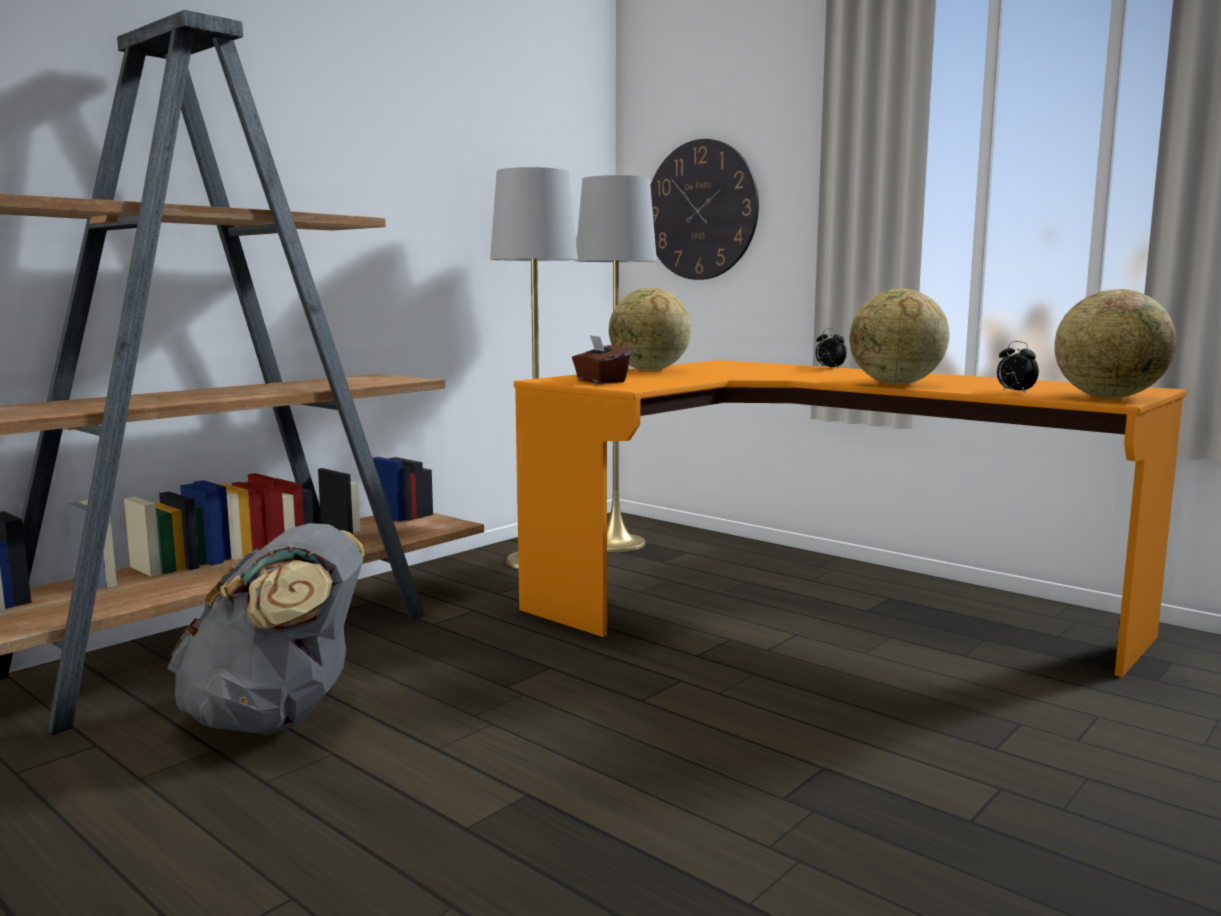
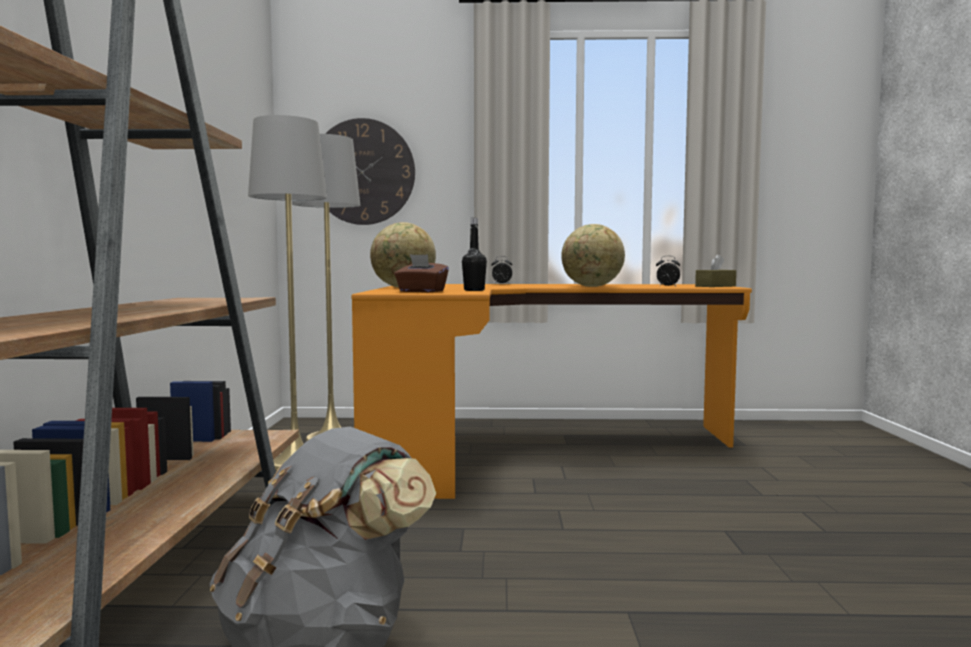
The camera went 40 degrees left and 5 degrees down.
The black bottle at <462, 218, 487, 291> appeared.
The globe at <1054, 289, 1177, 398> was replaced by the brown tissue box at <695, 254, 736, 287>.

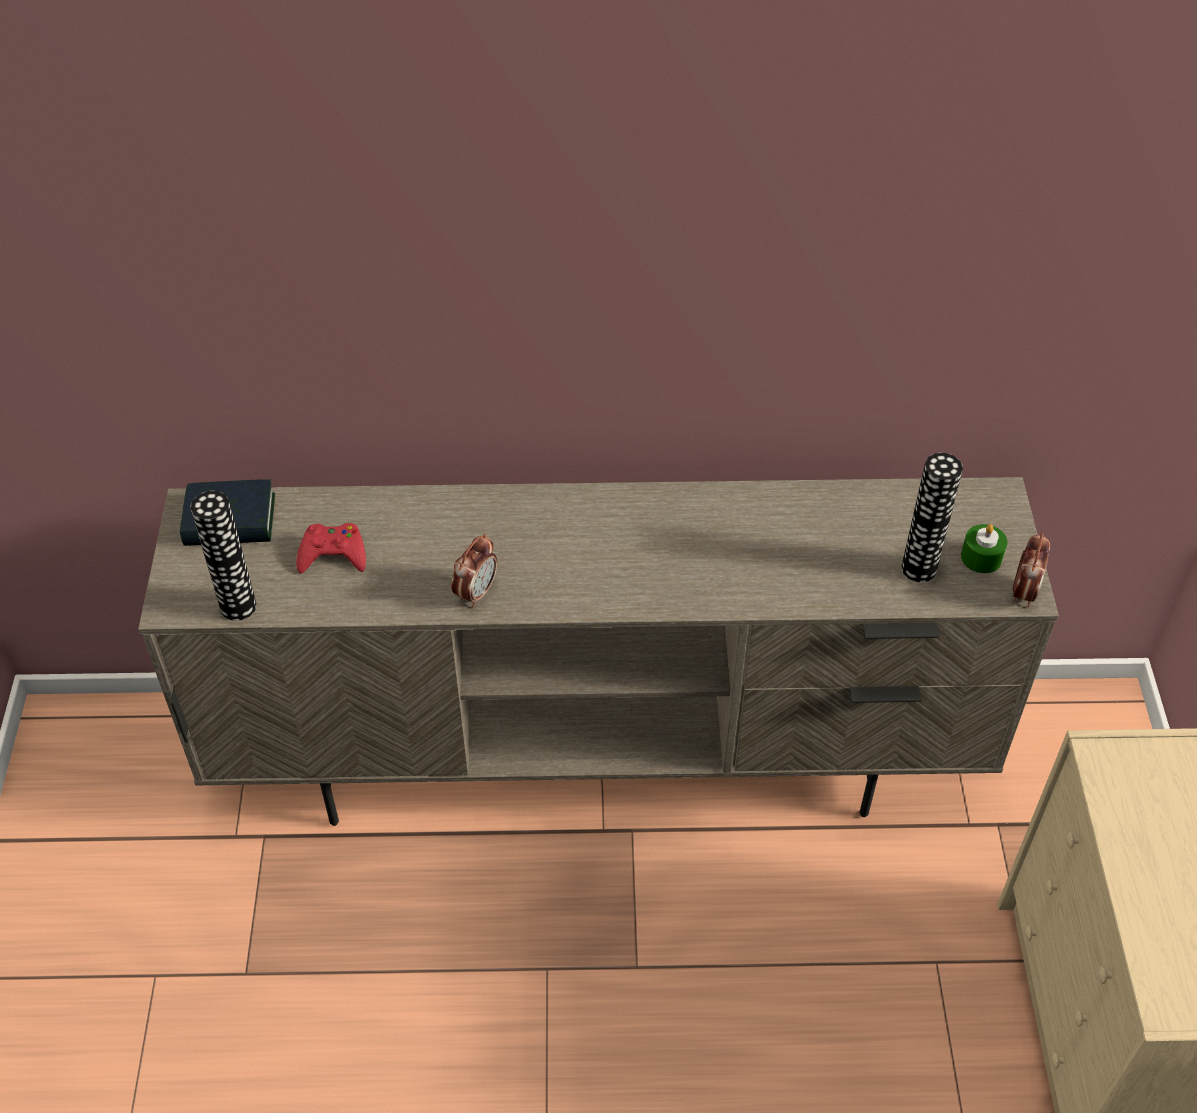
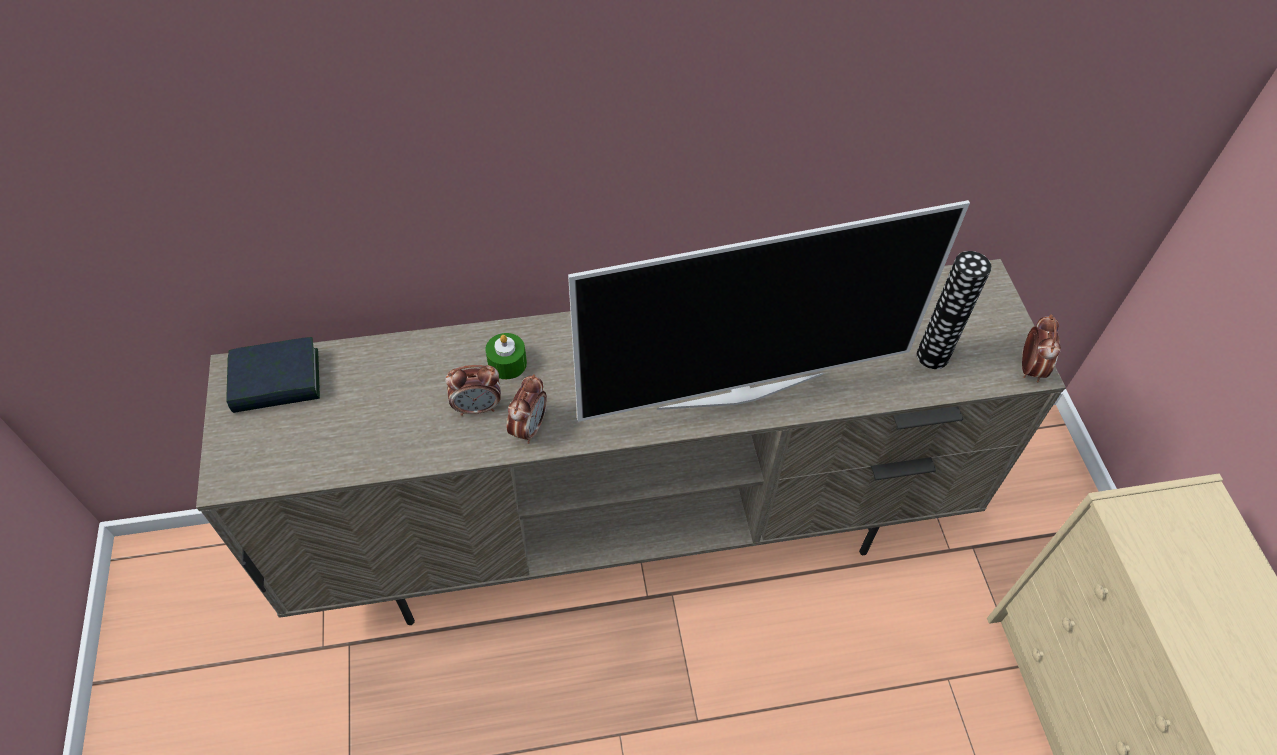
The camera went 10 degrees left and 5 degrees up.
The alarm clock at <446, 365, 501, 416> appeared.
The green candle moved from <961, 524, 1008, 573> to <485, 333, 527, 379>.
The television at <568, 200, 970, 422> appeared.
The vase at <191, 491, 256, 621> disappeared.
The red game controller at <296, 523, 366, 574> disappeared.

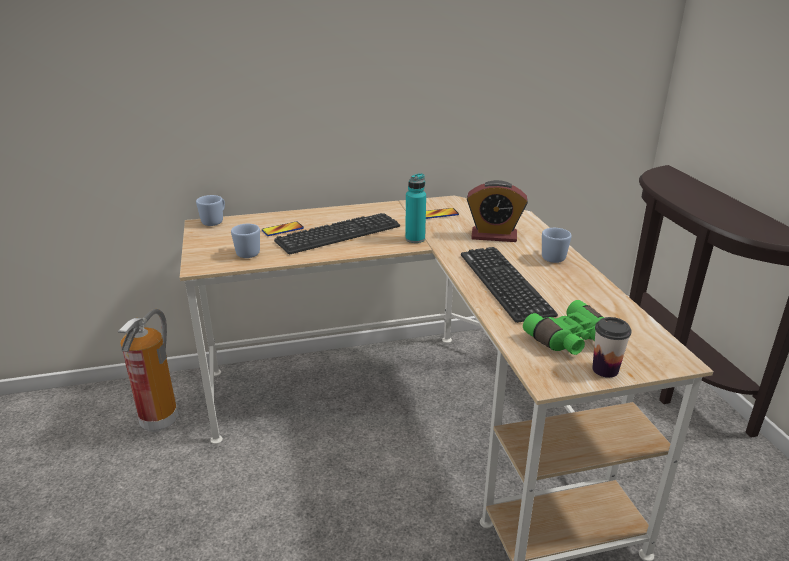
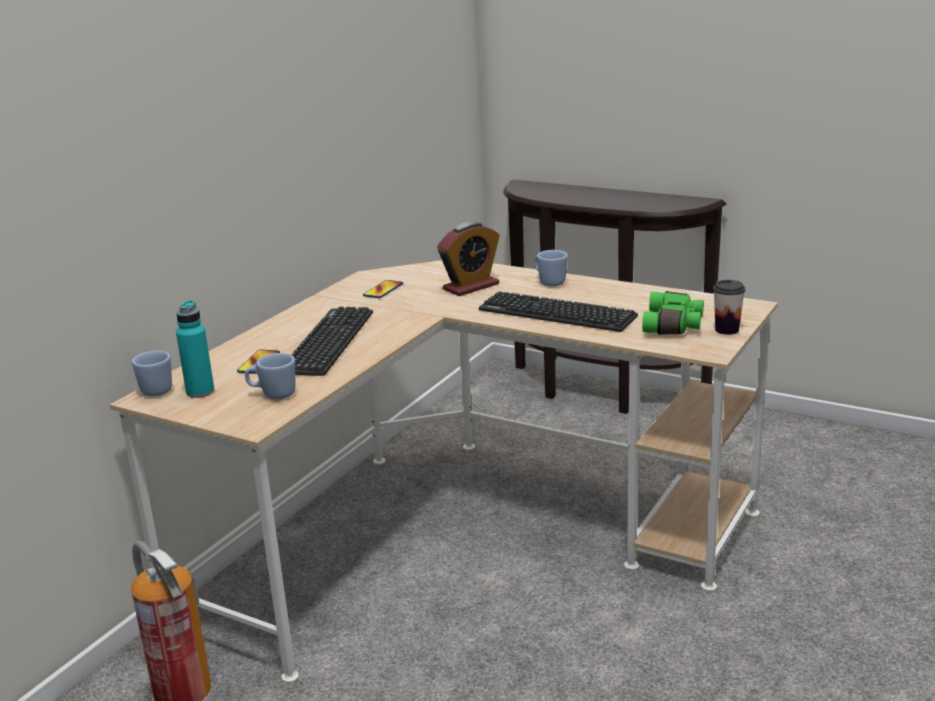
The camera went 45 degrees left and 5 degrees down.
The turquoise bottle moved from <405, 173, 426, 243> to <176, 300, 215, 398>.

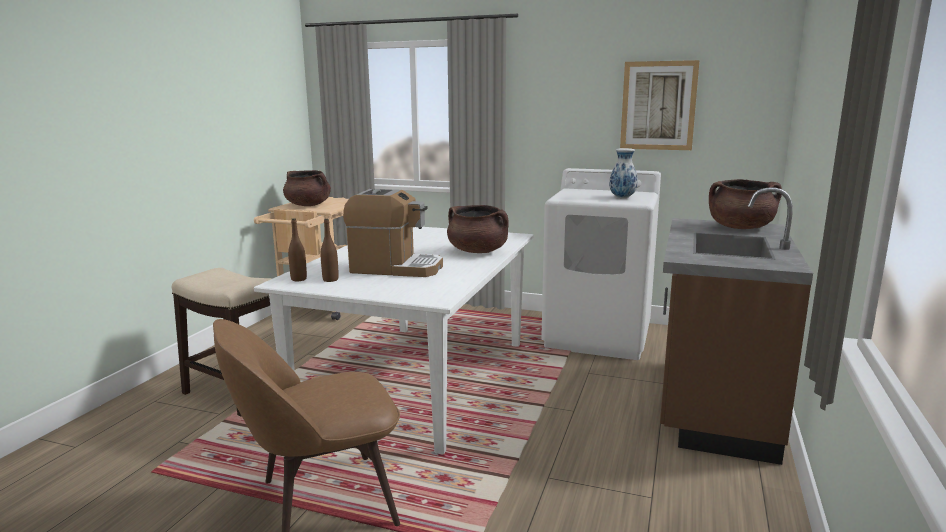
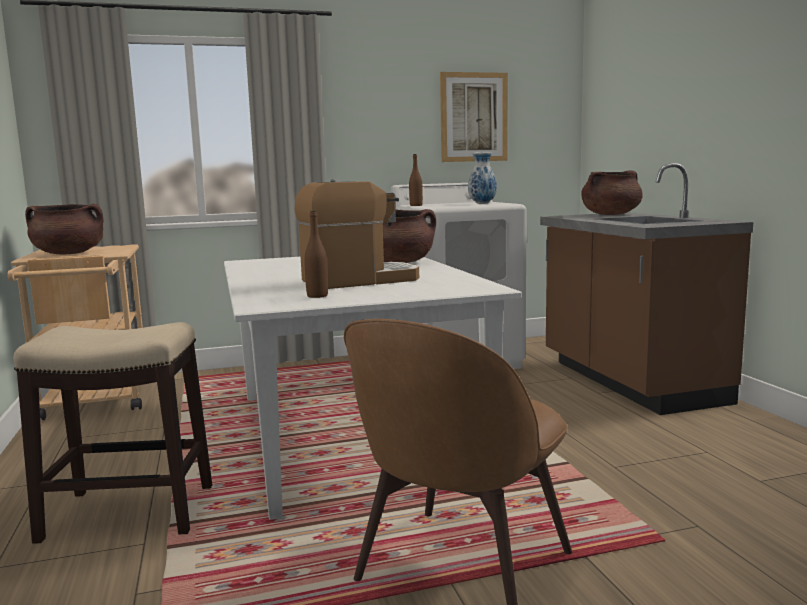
The camera went 35 degrees left and 5 degrees down.
The brown bottle moved from <288, 218, 307, 281> to <409, 154, 423, 206>.

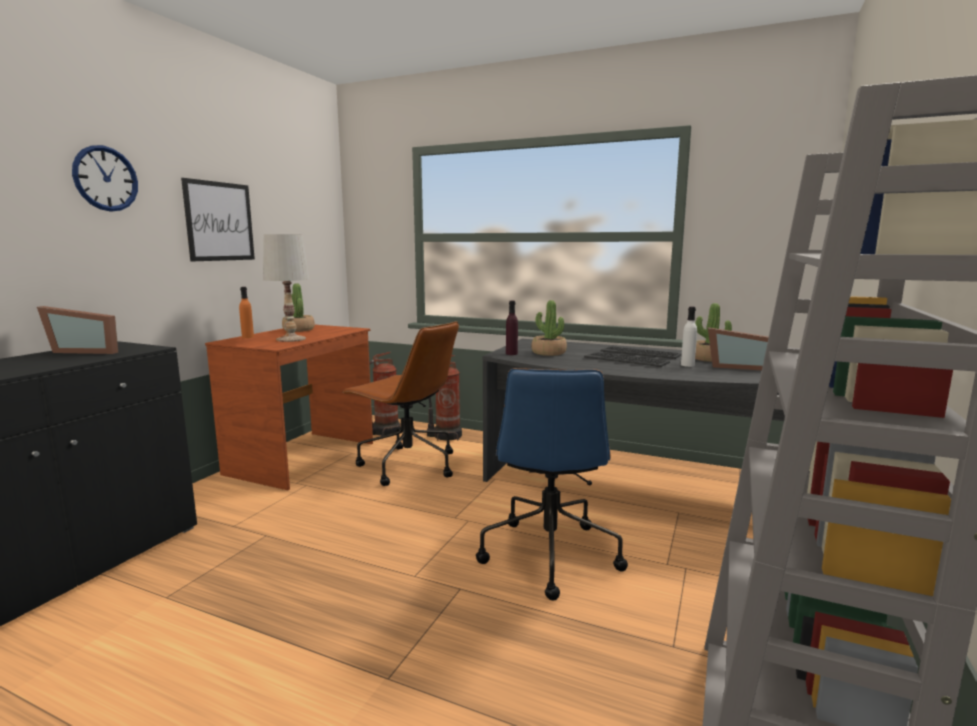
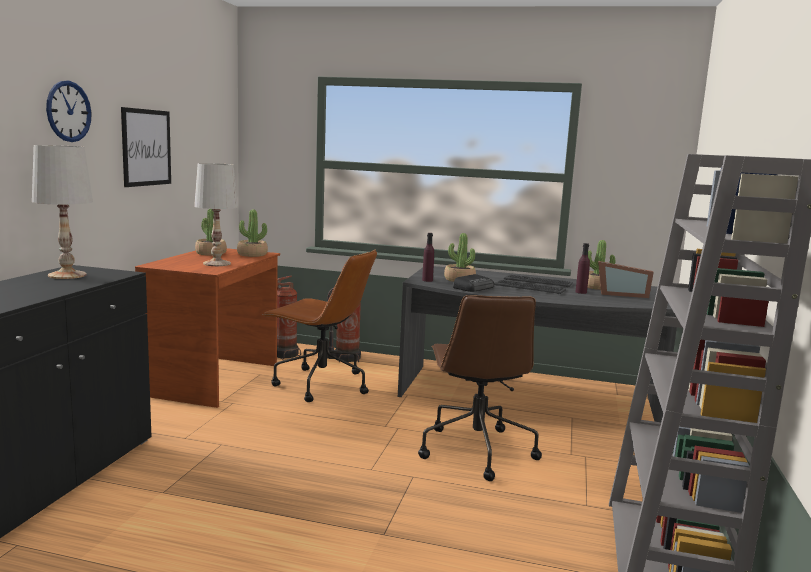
The camera went 10 degrees left and 0 degrees up.
The picture frame at <37, 306, 118, 354> was replaced by the white table lamp at <32, 145, 93, 279>.
The potted plant at <237, 210, 268, 257> appeared.
The blue office chair at <476, 368, 628, 601> became the brown office chair at <418, 295, 542, 481>.
The radio at <453, 274, 494, 292> appeared.
The white bottle at <681, 307, 697, 367> became the purple bottle at <575, 243, 590, 294>.
The orange bottle at <239, 287, 254, 338> disappeared.

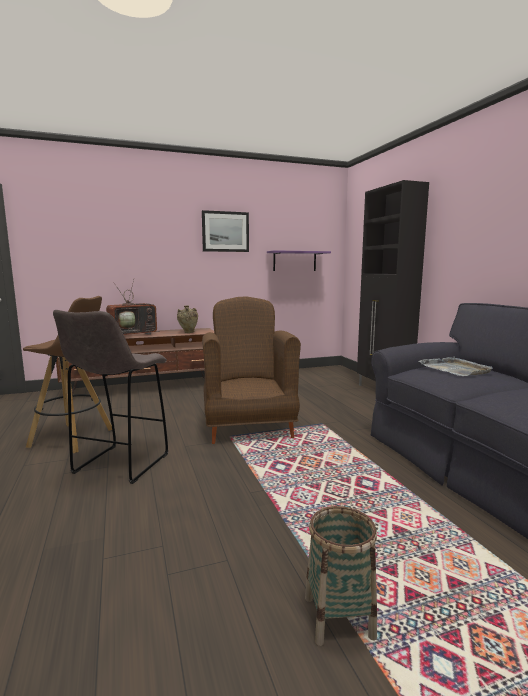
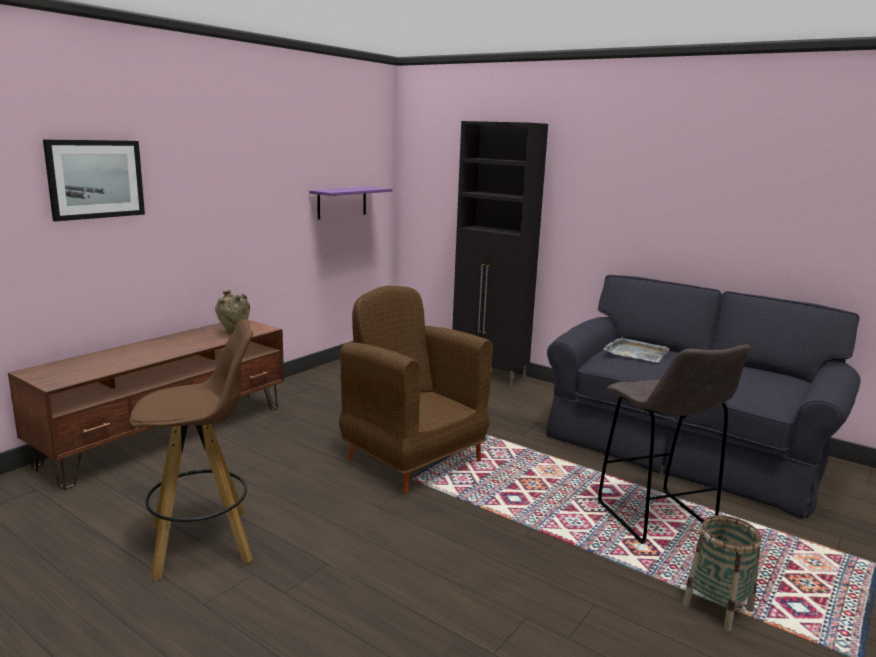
The camera went 35 degrees left and 5 degrees up.
The picture moved from <202, 210, 249, 252> to <43, 140, 145, 222>.
The grey stool moved from <53, 310, 168, 484> to <598, 345, 750, 544>.
The television at <106, 280, 160, 335> disappeared.

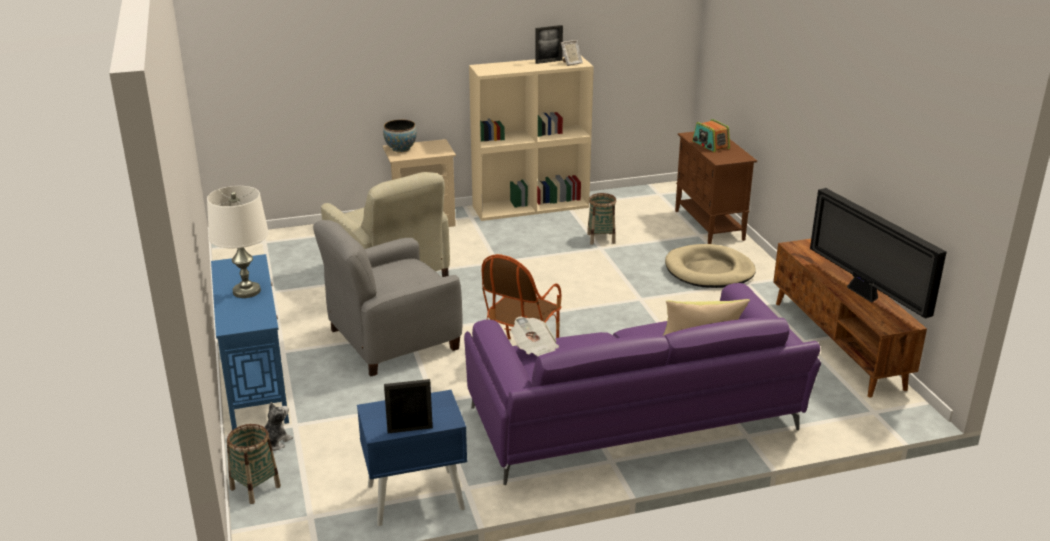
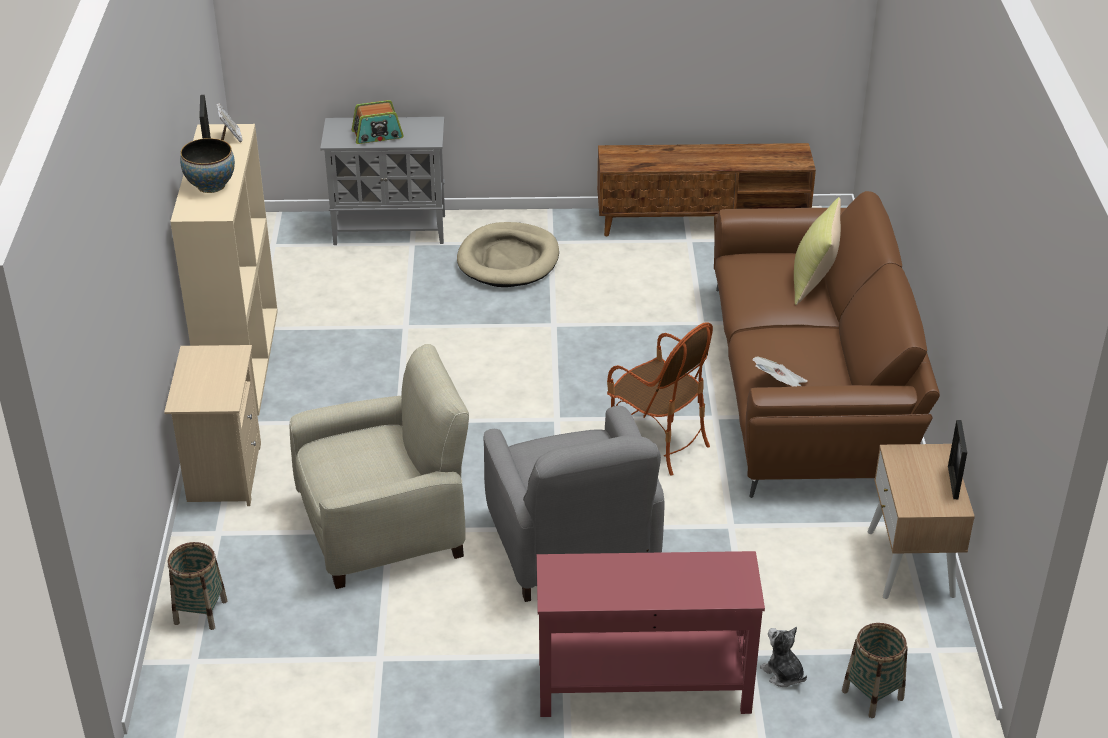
The camera went 75 degrees left and 10 degrees up.
The basket moved from <587, 193, 616, 245> to <168, 542, 228, 630>.
The bowl moved from <383, 120, 417, 152> to <180, 138, 235, 193>.
The brown cabinet at <675, 132, 757, 244> became the grey cabinet at <320, 117, 445, 245>.
The blue console table at <211, 254, 289, 430> became the red console table at <537, 551, 765, 717>.
The purple sofa at <464, 283, 821, 485> became the brown sofa at <714, 191, 940, 498>.
The blue nightstand at <357, 390, 467, 526> became the beige nightstand at <868, 444, 975, 599>.
The white table lamp at <207, 186, 269, 298> disappeared.
The television at <810, 188, 947, 319> disappeared.

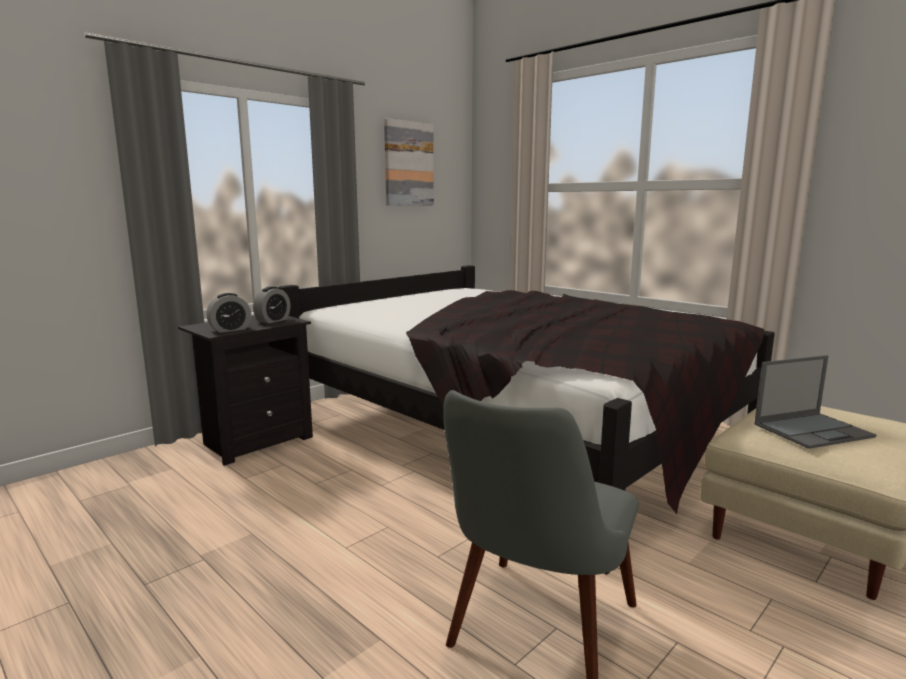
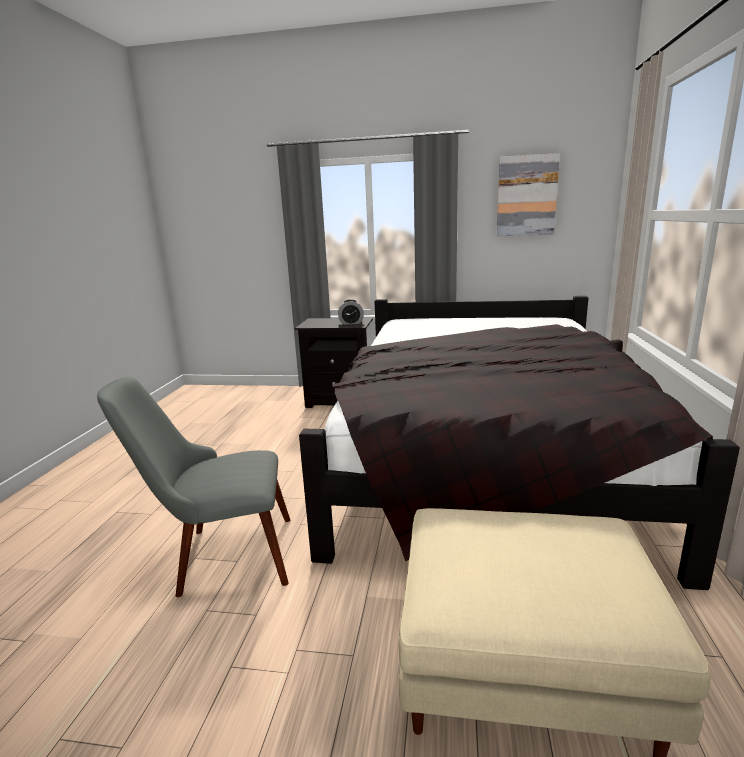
The camera went 55 degrees right and 5 degrees up.
The alarm clock at <206, 293, 251, 333> disappeared.
The laptop at <754, 355, 877, 449> disappeared.

